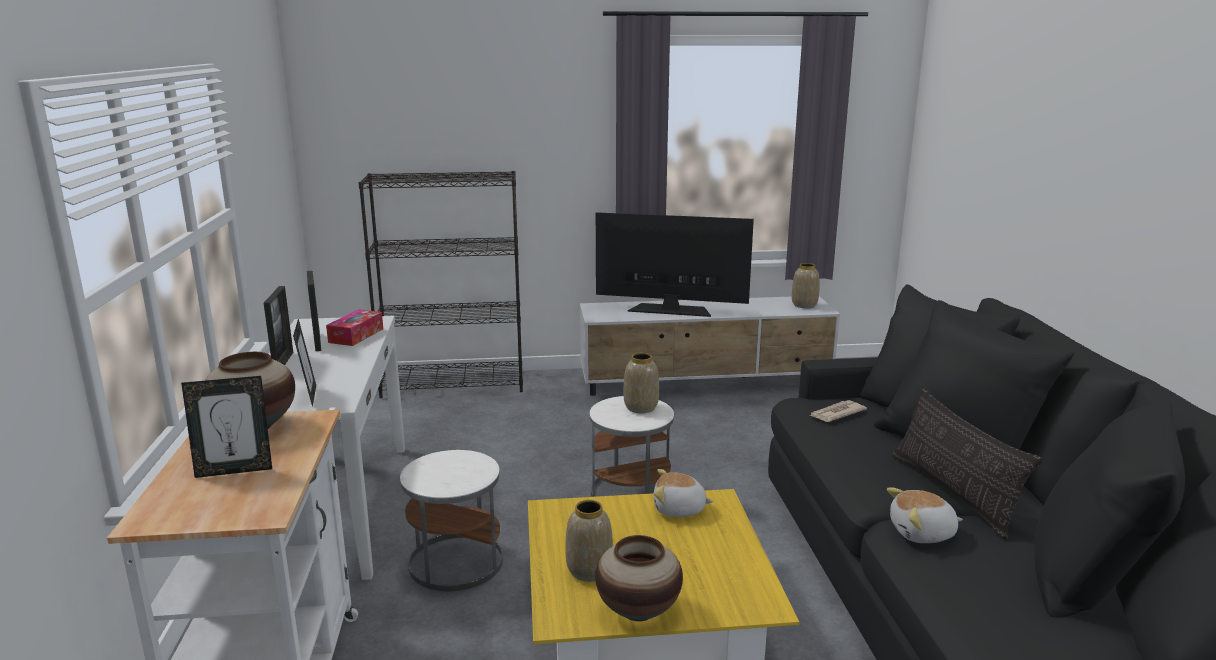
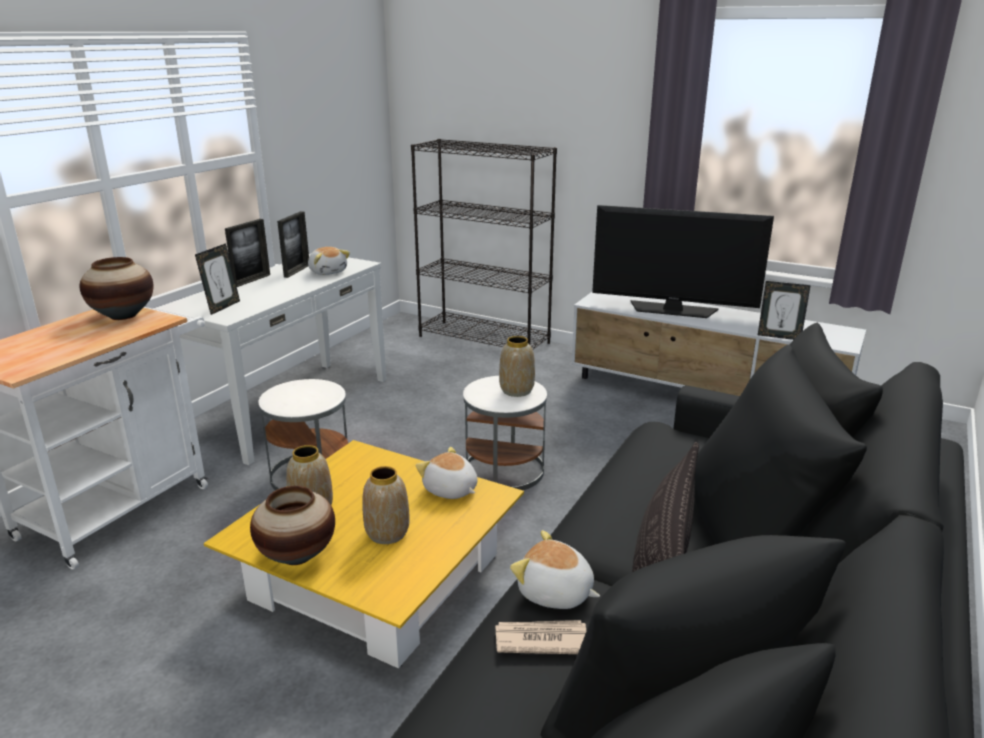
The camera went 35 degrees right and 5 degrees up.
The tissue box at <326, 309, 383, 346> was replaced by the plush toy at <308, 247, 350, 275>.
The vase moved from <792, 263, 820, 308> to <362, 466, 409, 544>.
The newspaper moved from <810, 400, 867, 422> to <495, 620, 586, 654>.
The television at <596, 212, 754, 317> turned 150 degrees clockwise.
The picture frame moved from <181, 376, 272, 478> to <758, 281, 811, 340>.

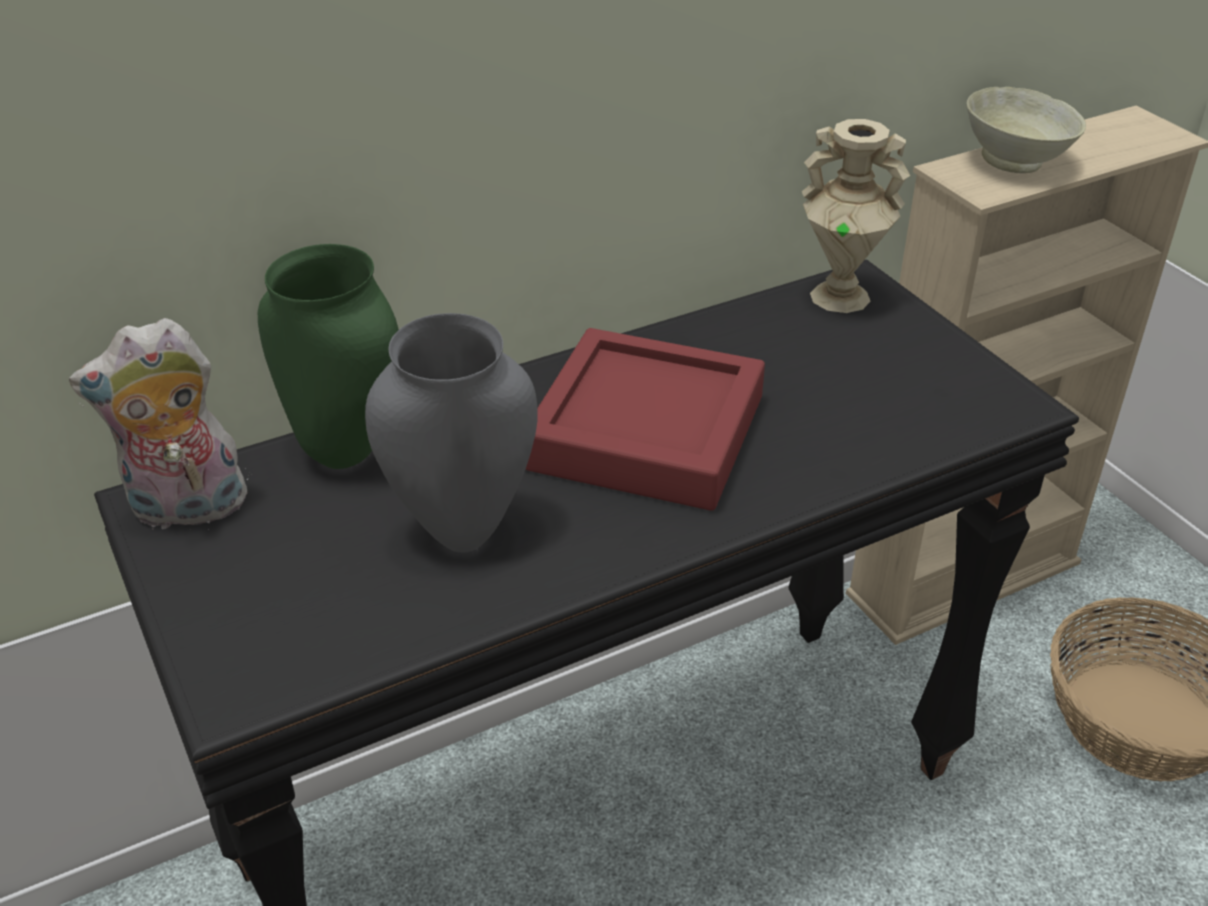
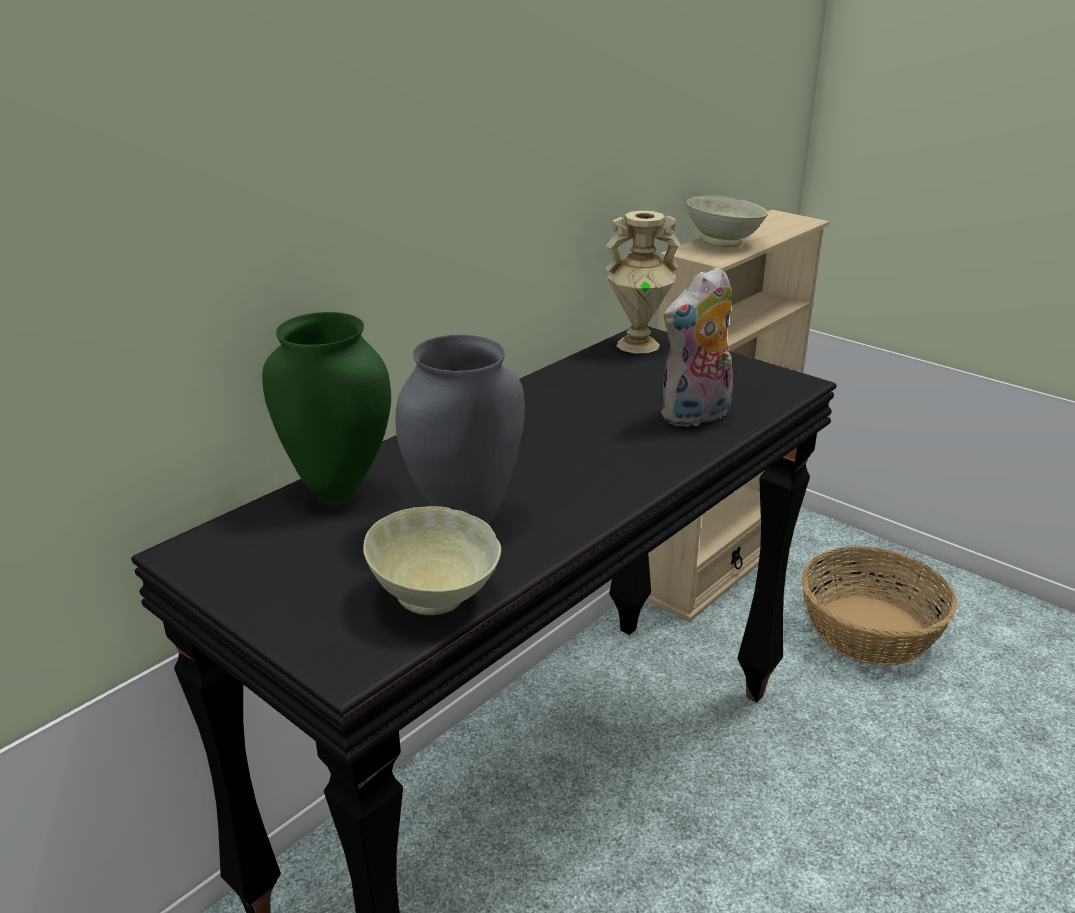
The camera went 20 degrees left and 10 degrees down.
The beige bowl at <363, 506, 501, 615> appeared.
The plush toy moved from <69, 318, 252, 530> to <661, 266, 733, 428>.
The red tray at <525, 328, 765, 511> disappeared.

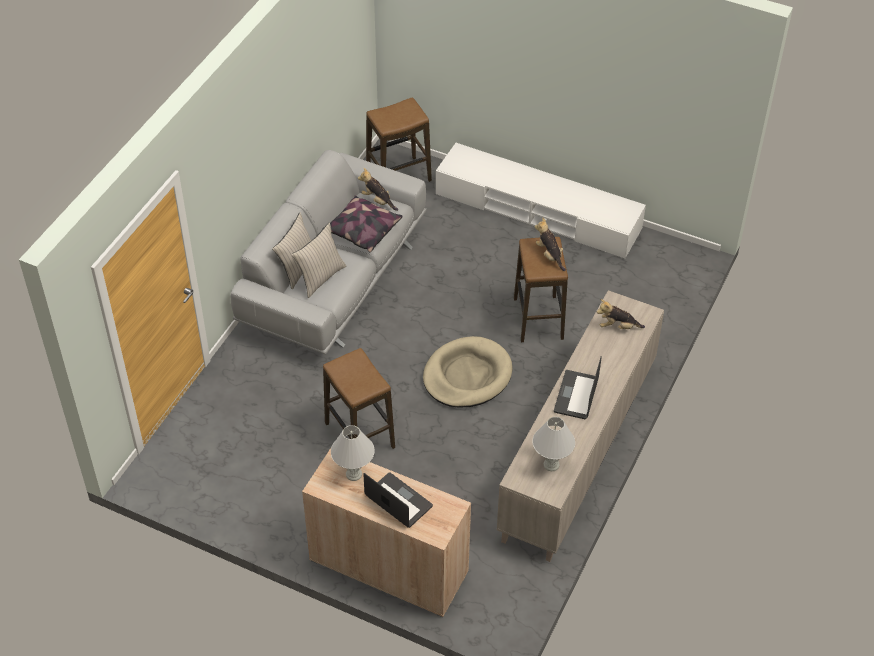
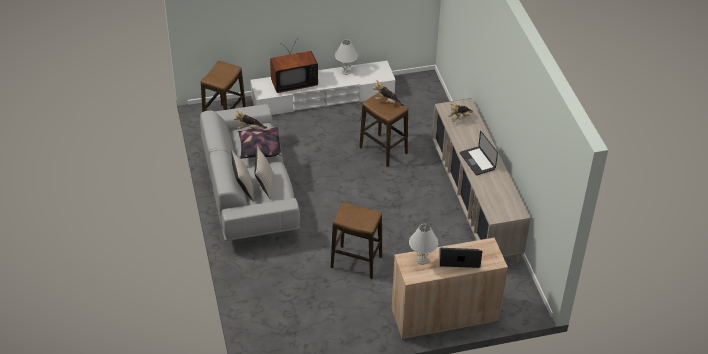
The camera went 40 degrees left and 5 degrees down.
The television at <270, 38, 318, 93> appeared.
The white table lamp moved from <532, 417, 575, 471> to <335, 39, 358, 75>.
The beige dog bed at <423, 336, 513, 408> disappeared.

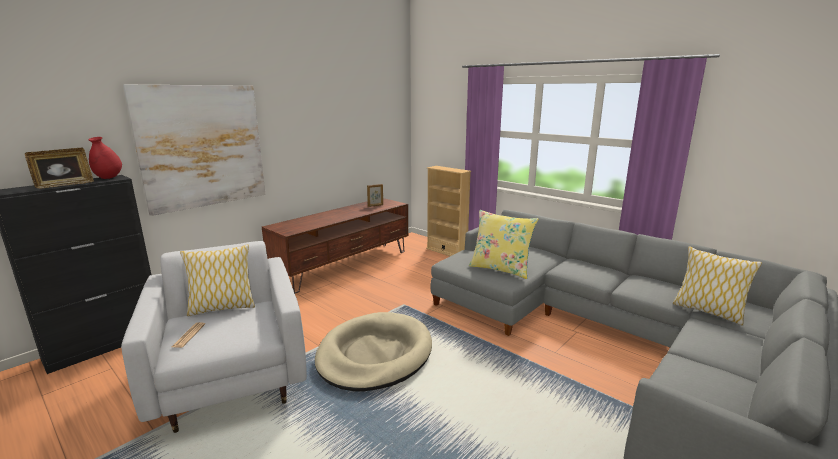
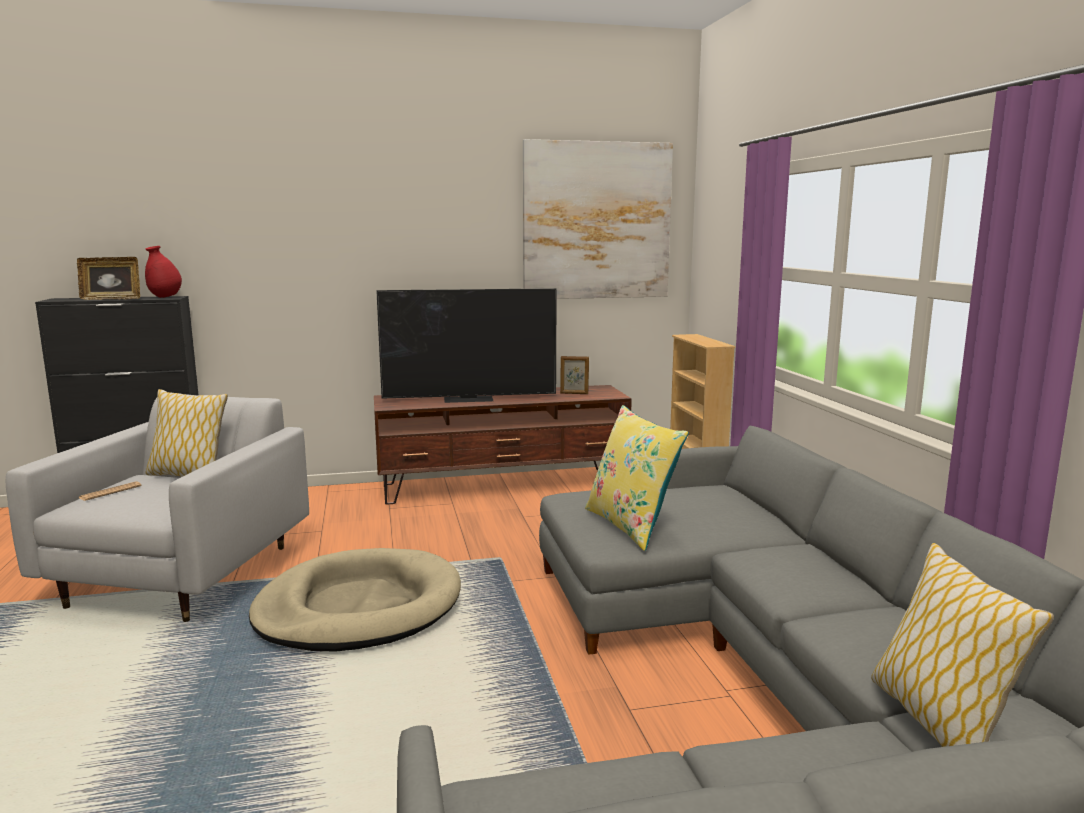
The camera went 35 degrees right and 5 degrees down.
The television at <376, 288, 557, 403> appeared.
The picture moved from <123, 85, 266, 216> to <523, 139, 673, 299>.

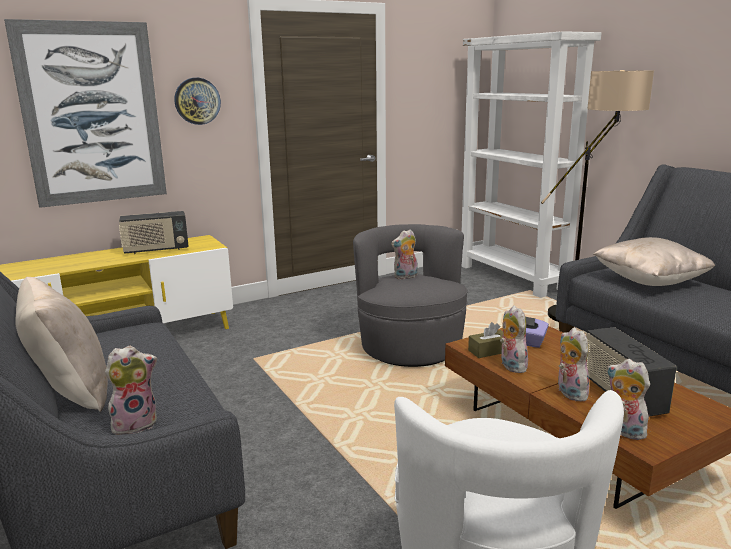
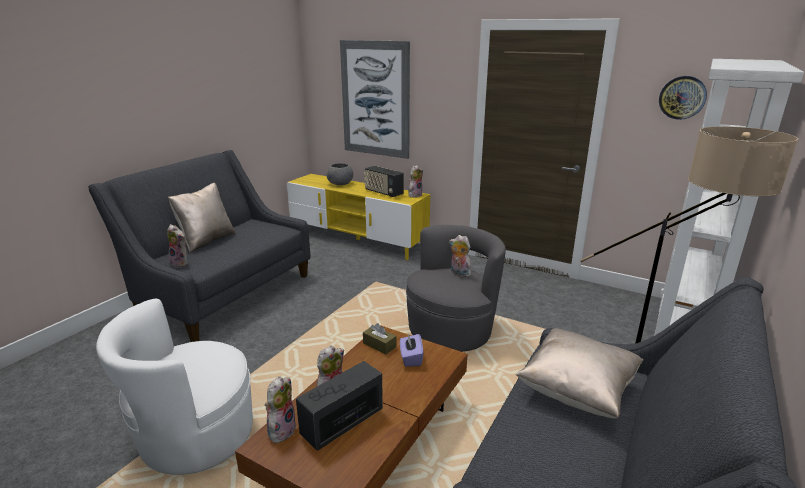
The camera went 60 degrees right and 5 degrees up.
The grey bowl at <326, 163, 353, 185> appeared.
The plush toy moved from <500, 305, 528, 373> to <408, 165, 423, 198>.
The wall clock moved from <175, 78, 221, 125> to <659, 76, 707, 120>.

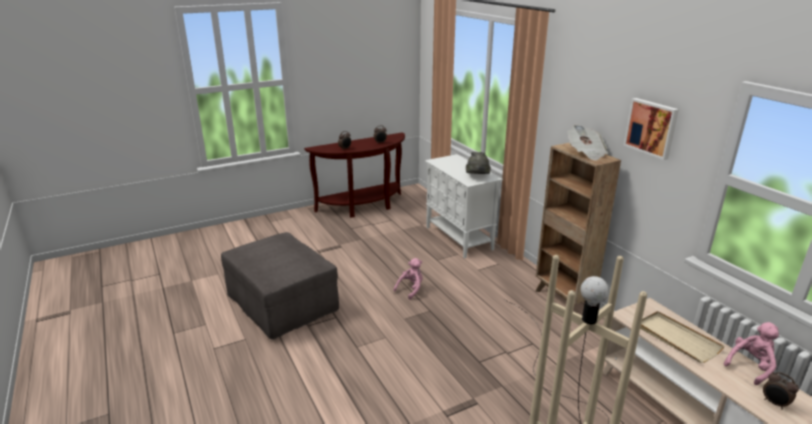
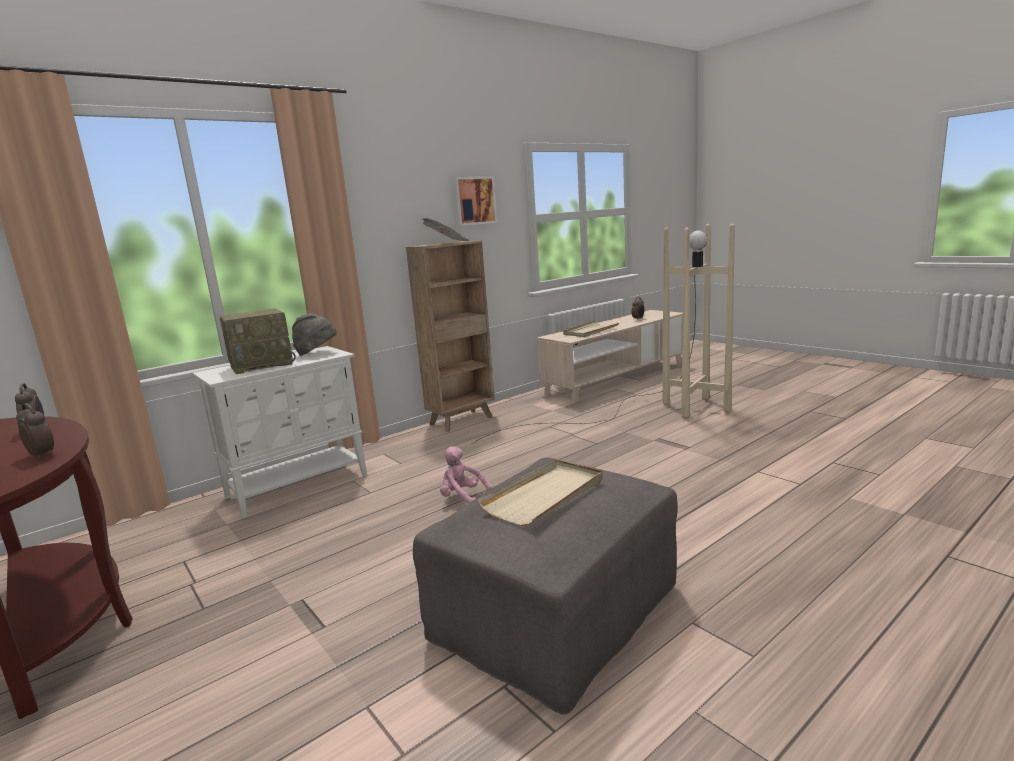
The camera went 100 degrees left and 10 degrees down.
The radio at <219, 308, 296, 374> appeared.
The beige tray at <478, 460, 603, 526> appeared.
The pink plush toy at <724, 322, 779, 385> disappeared.

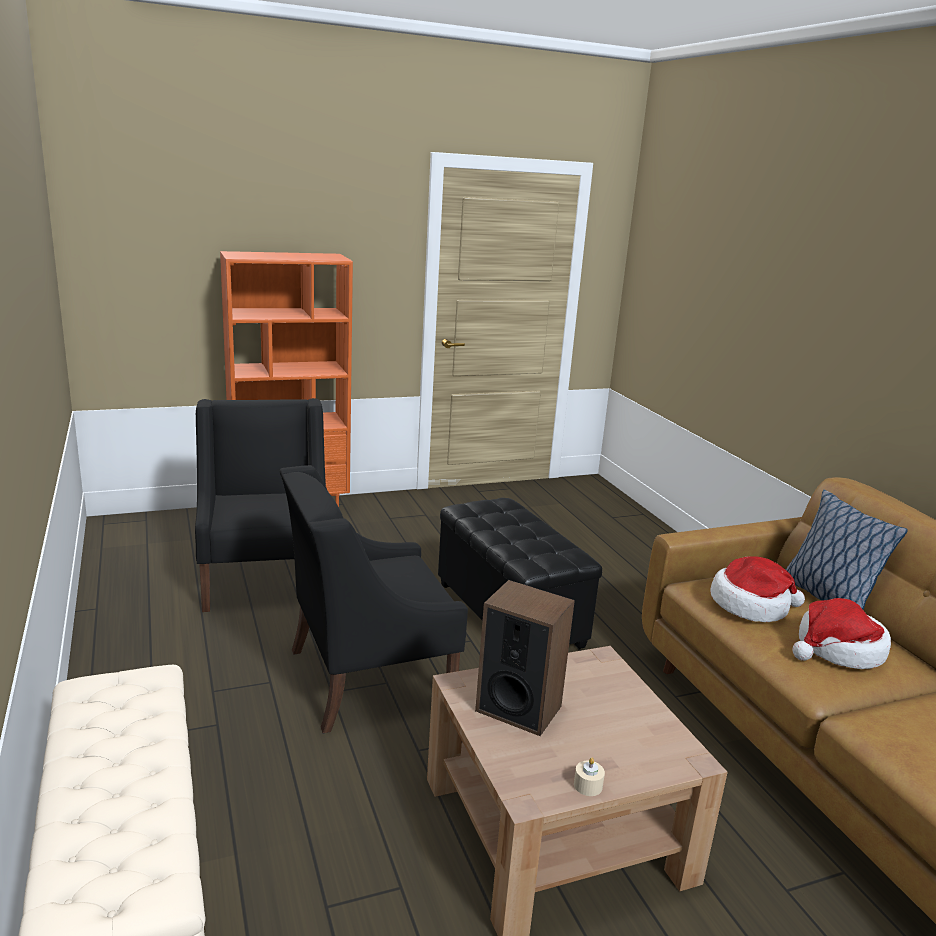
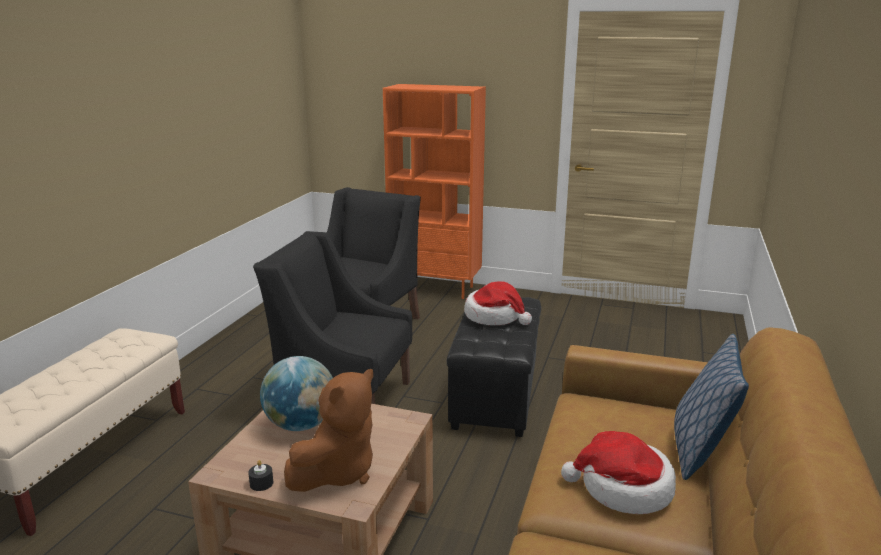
The camera went 40 degrees right and 0 degrees up.
The beige candle at <574, 758, 605, 796> became the black candle at <248, 460, 273, 491>.
The speaker at <475, 580, 575, 736> was replaced by the globe at <260, 356, 333, 431>.
The brown plush toy at <284, 369, 373, 492> appeared.
The hat moved from <710, 556, 805, 622> to <464, 281, 532, 325>.

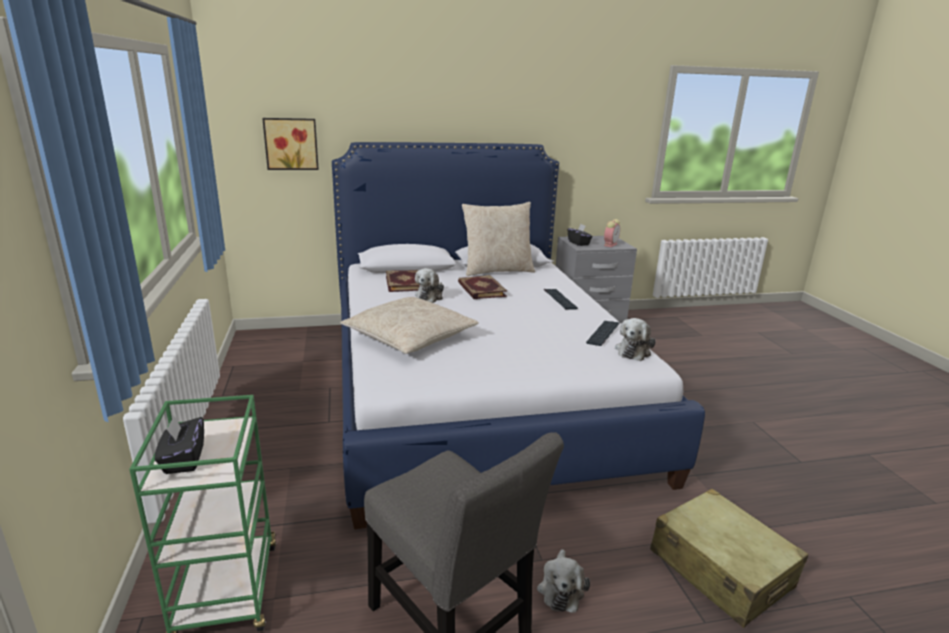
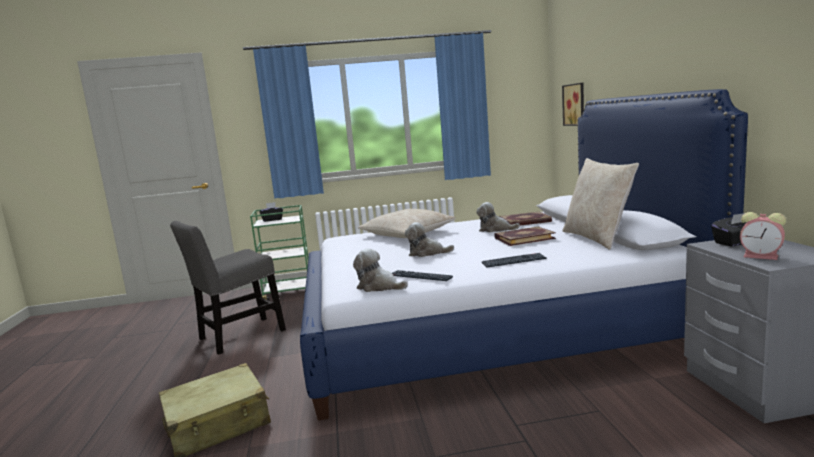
The camera went 95 degrees right and 10 degrees down.
The plush toy moved from <537, 549, 590, 613> to <405, 222, 454, 257>.

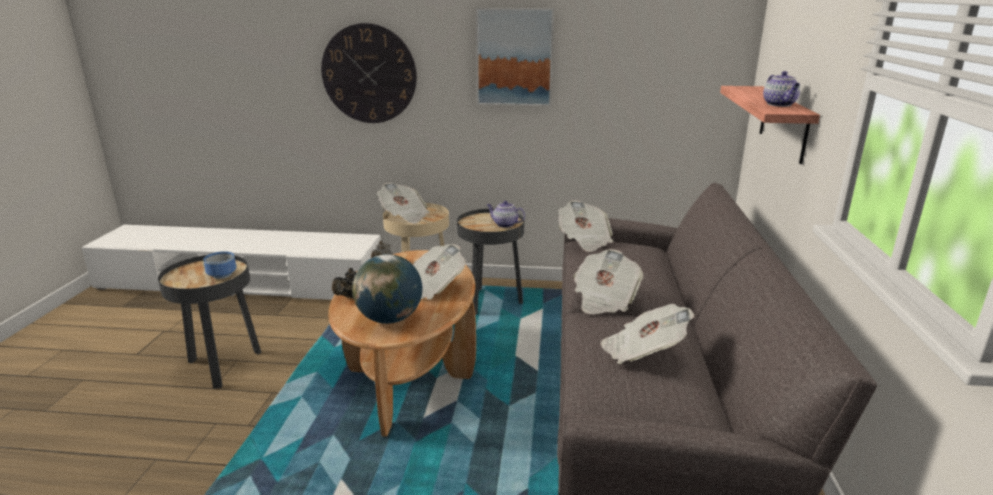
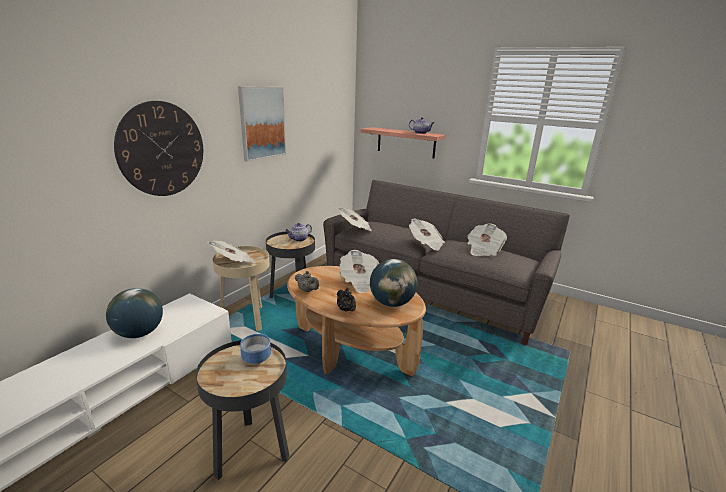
The camera went 65 degrees left and 0 degrees up.
The globe at <106, 288, 163, 338> appeared.

